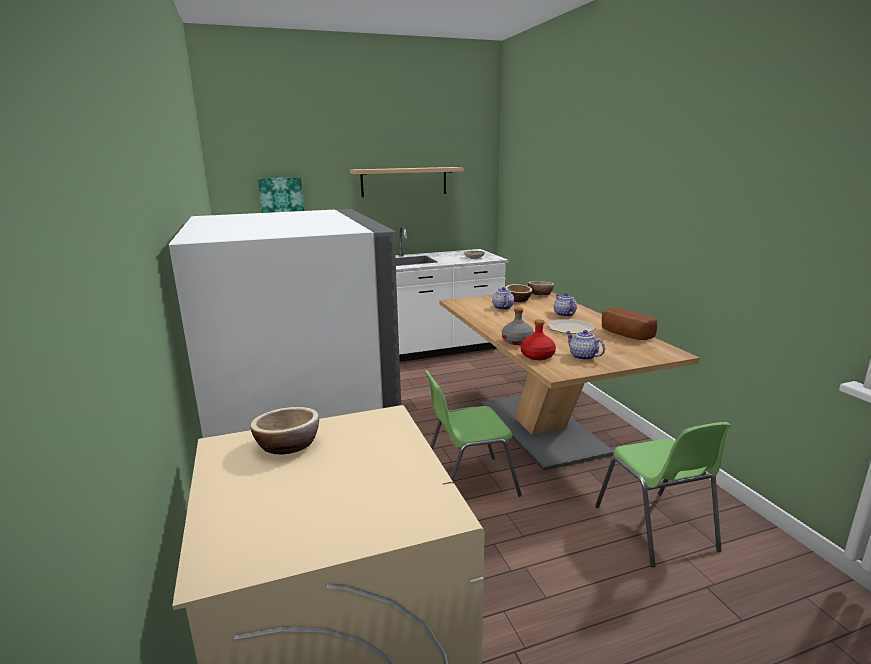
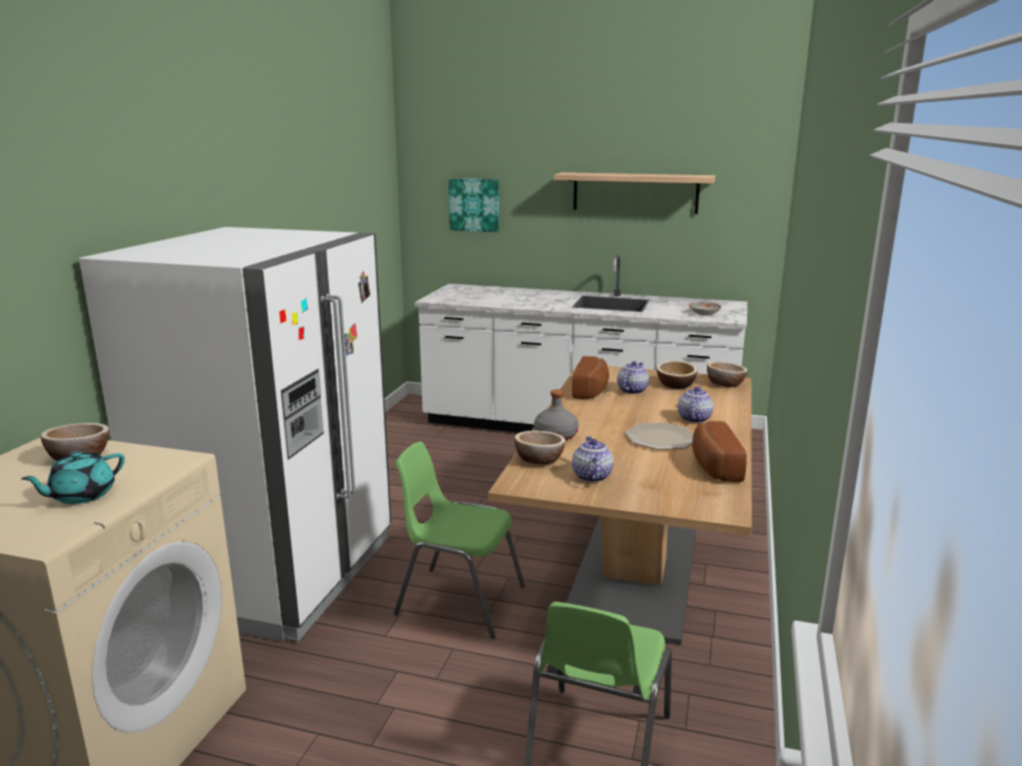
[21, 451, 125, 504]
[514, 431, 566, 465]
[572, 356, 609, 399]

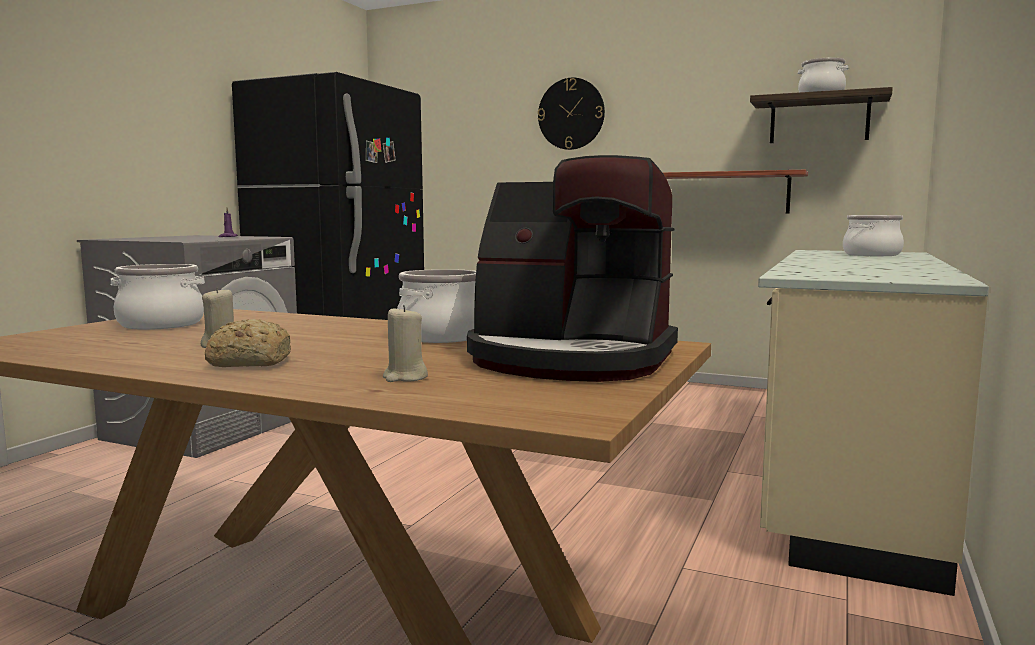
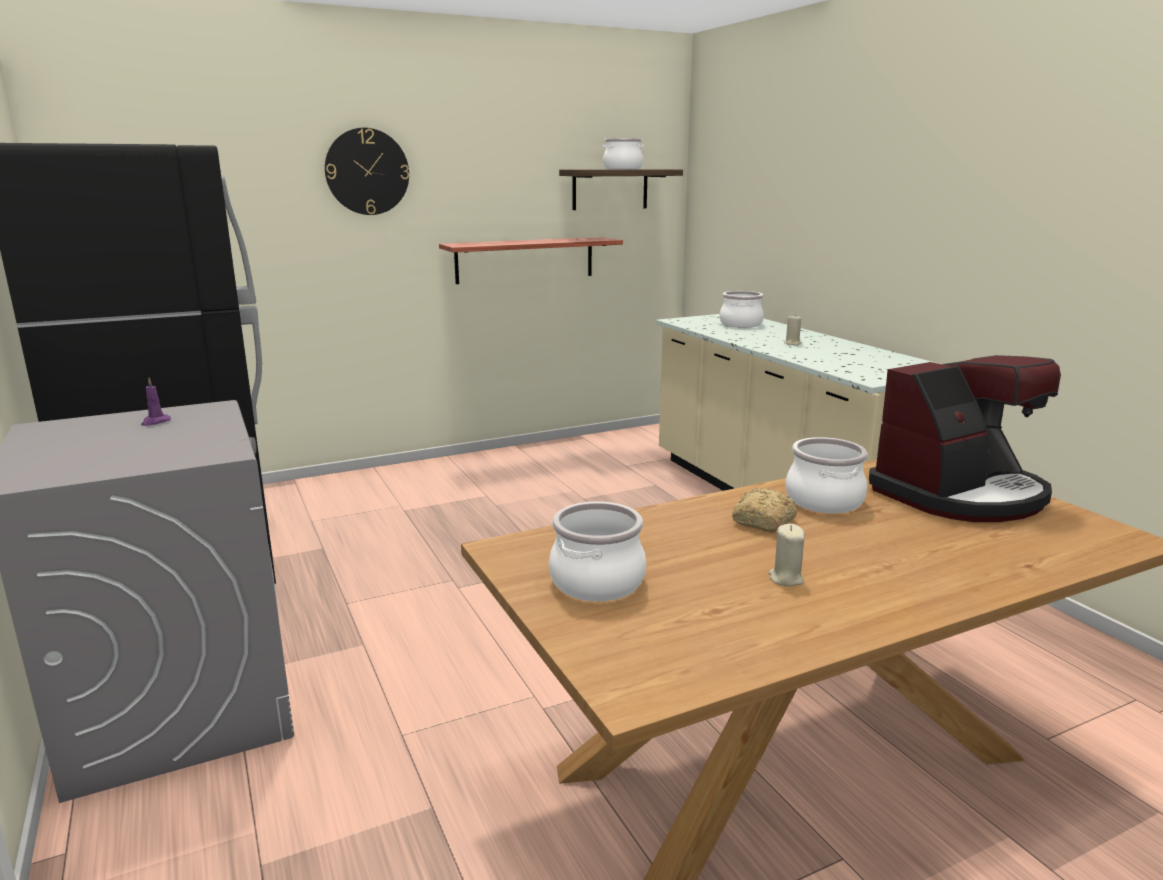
[732, 488, 797, 532]
[784, 314, 802, 346]

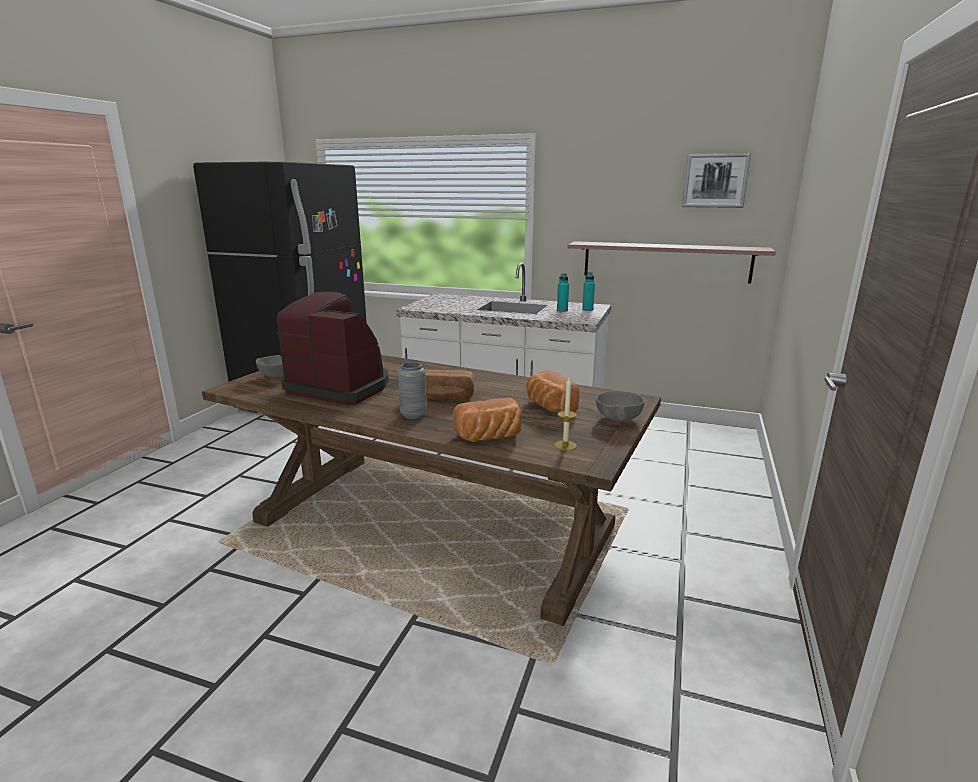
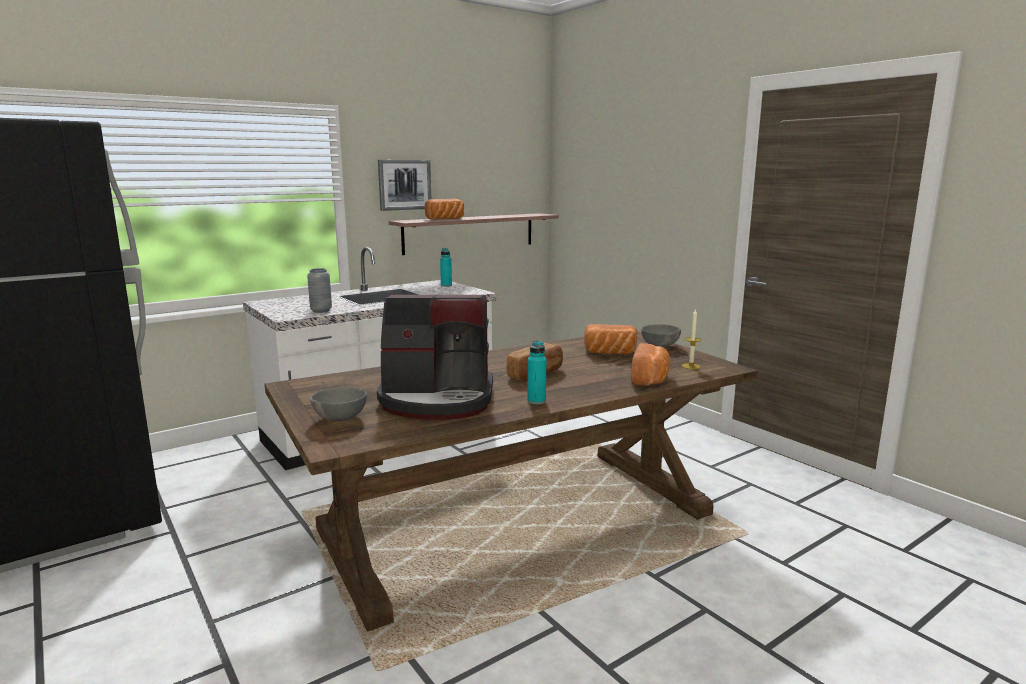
[307, 268, 332, 313]
[377, 294, 493, 420]
[378, 160, 431, 211]
[425, 199, 464, 219]
[527, 340, 546, 404]

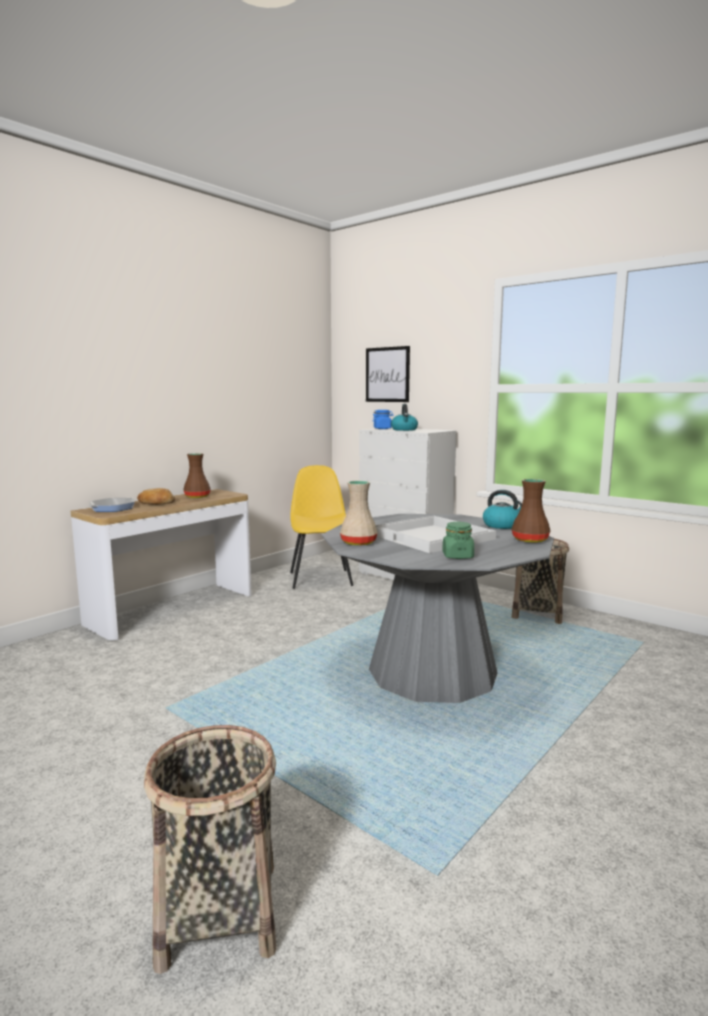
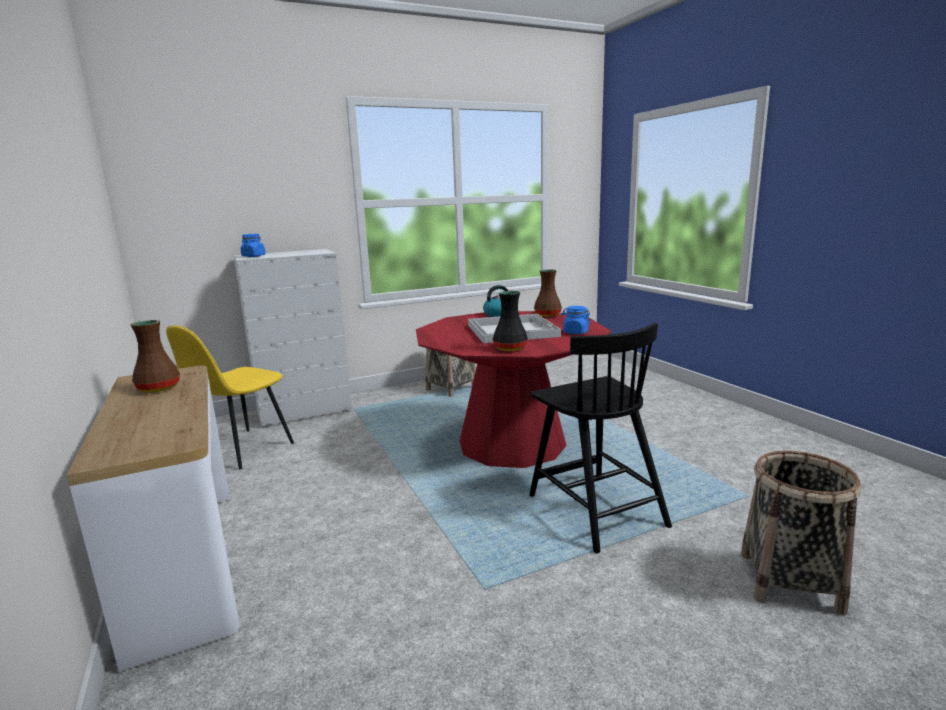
[166, 325, 294, 469]
[416, 311, 611, 468]
[493, 291, 528, 351]
[529, 323, 672, 554]
[562, 306, 591, 334]
[89, 498, 135, 512] (first image)
[137, 488, 175, 505] (first image)
[366, 346, 410, 402] (first image)
[391, 404, 418, 431] (first image)

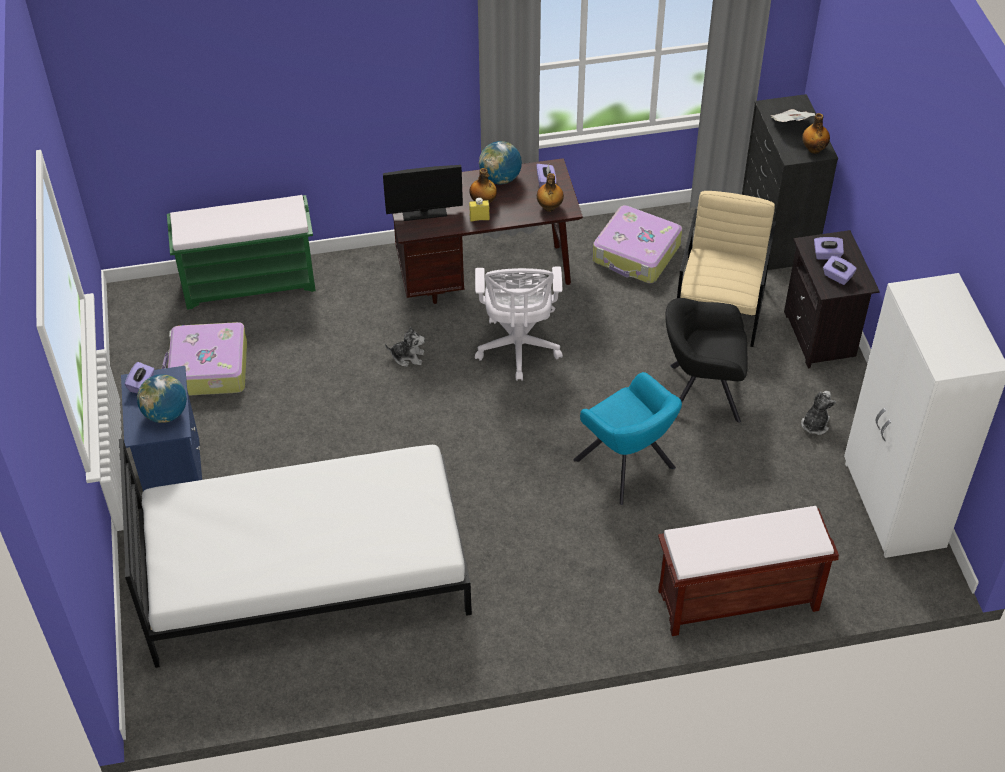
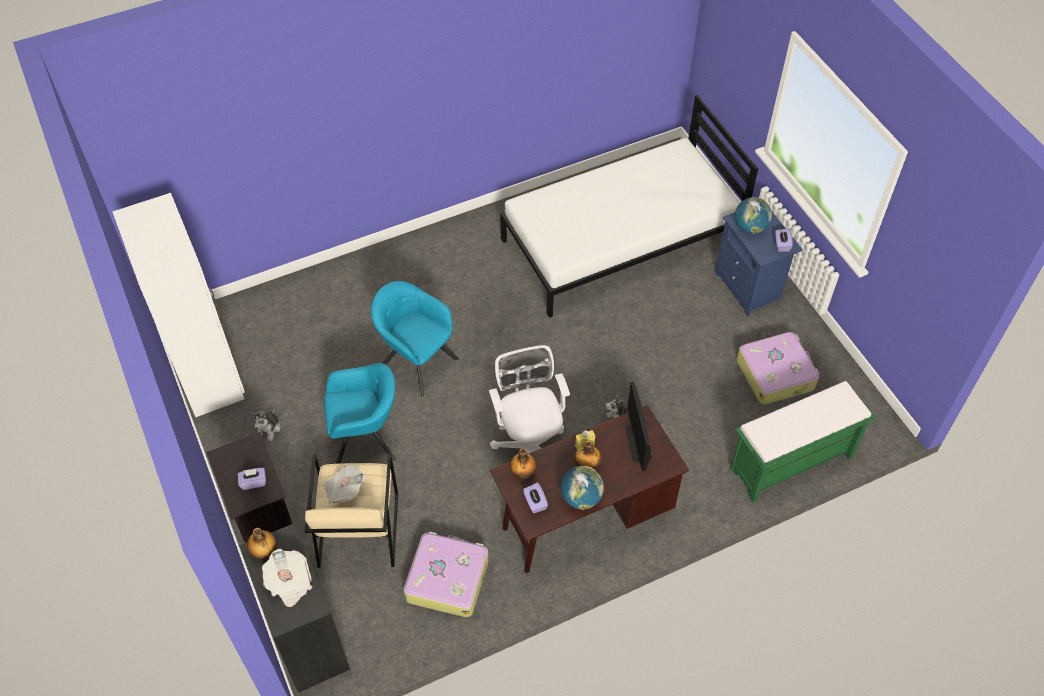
[323, 465, 365, 504]
[324, 363, 396, 464]
[625, 382, 652, 471]
[658, 506, 839, 636] (first image)
[823, 255, 857, 285] (first image)

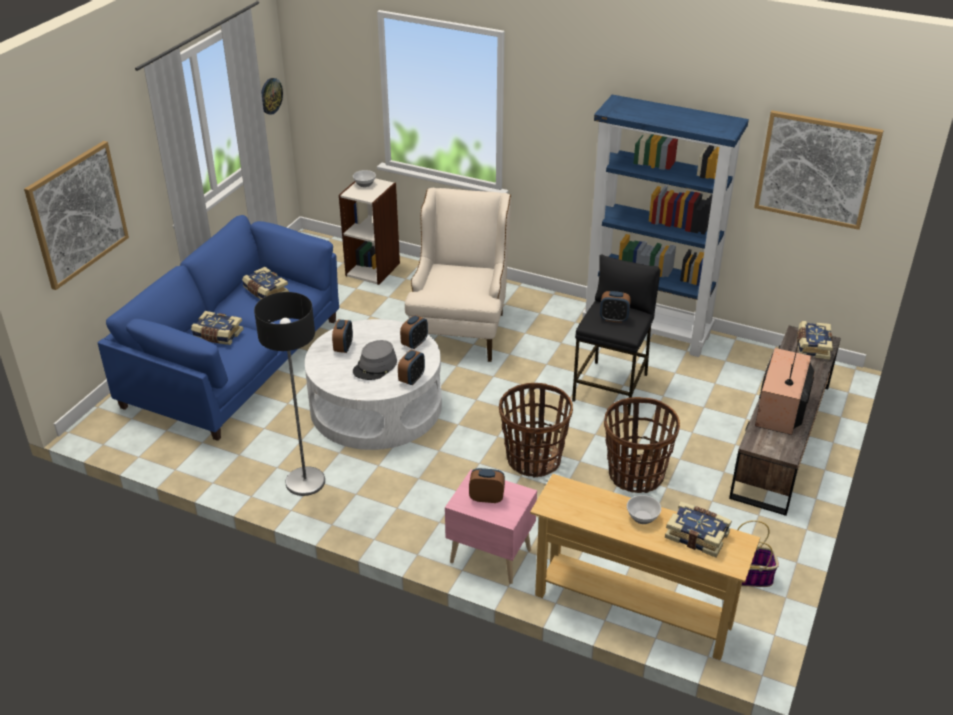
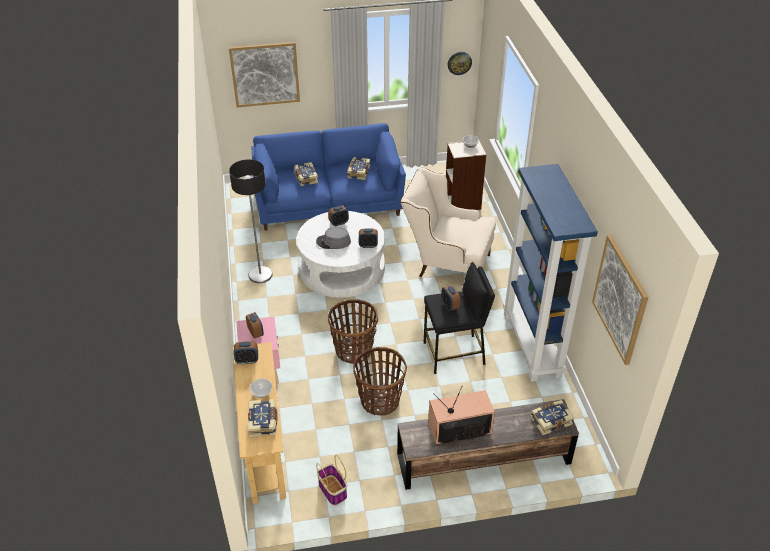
[234, 341, 258, 365]
[400, 168, 496, 277]

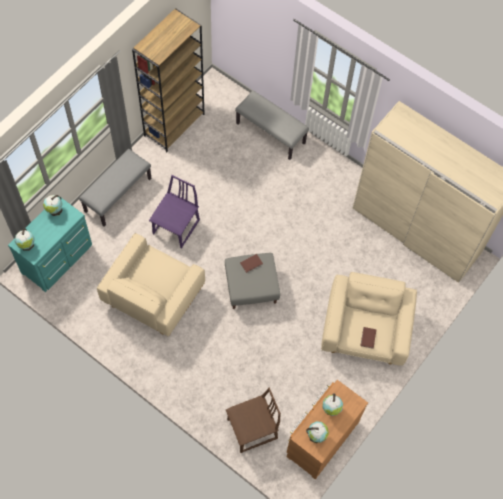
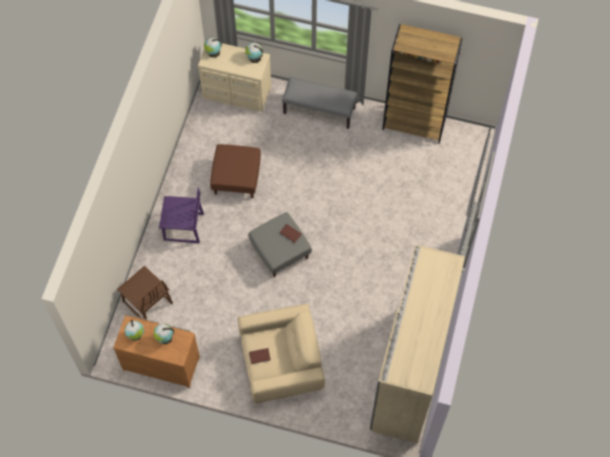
[159, 187, 204, 243]
[198, 43, 271, 112]
[210, 144, 261, 198]
[235, 90, 309, 160] (first image)

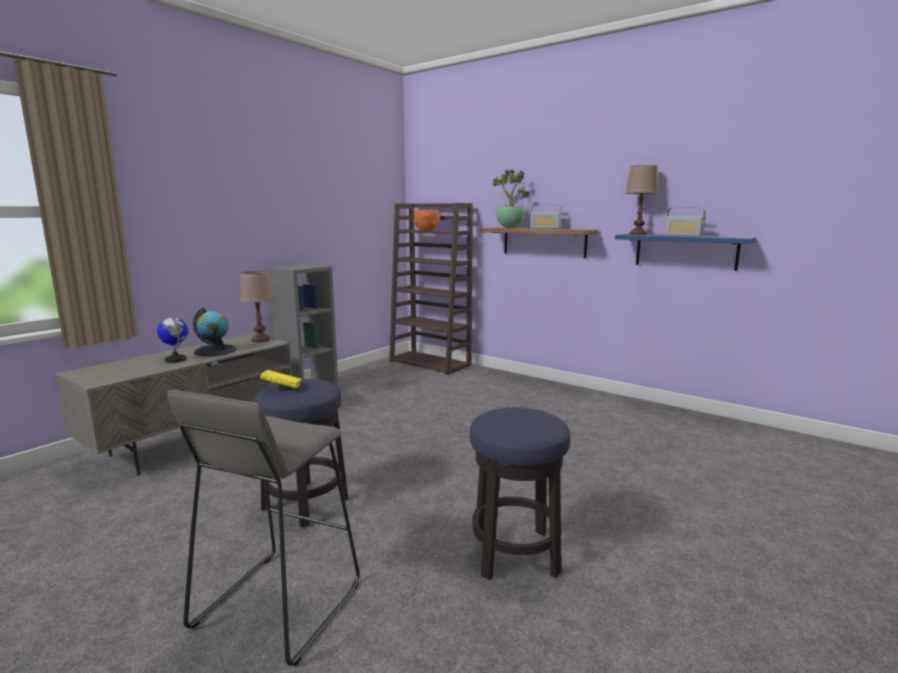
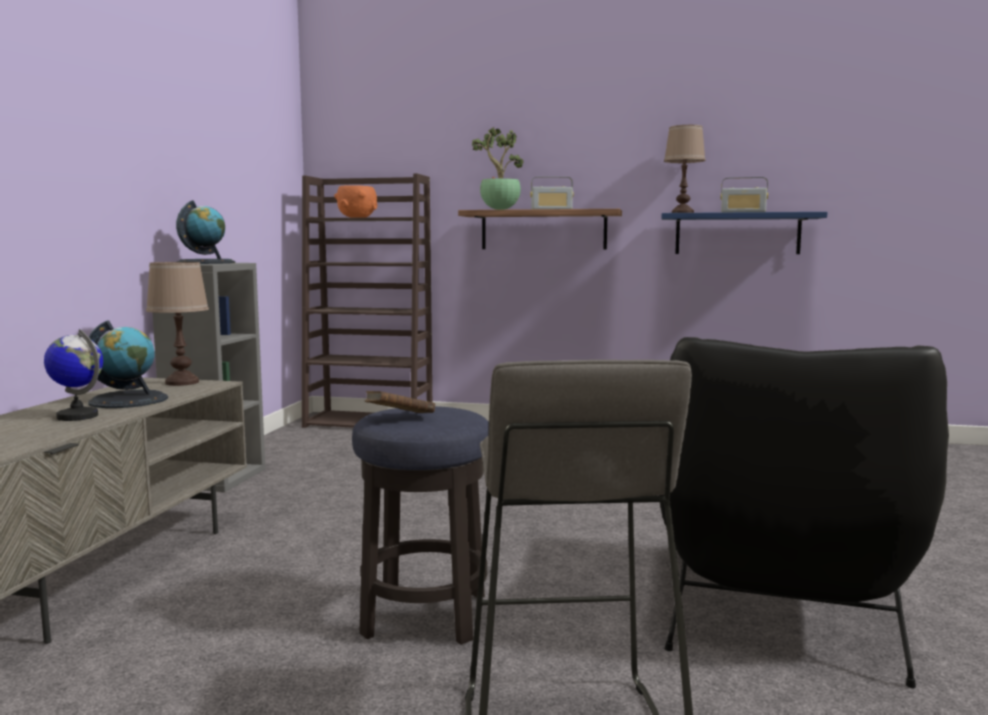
[176, 200, 235, 264]
[365, 391, 435, 413]
[659, 337, 949, 688]

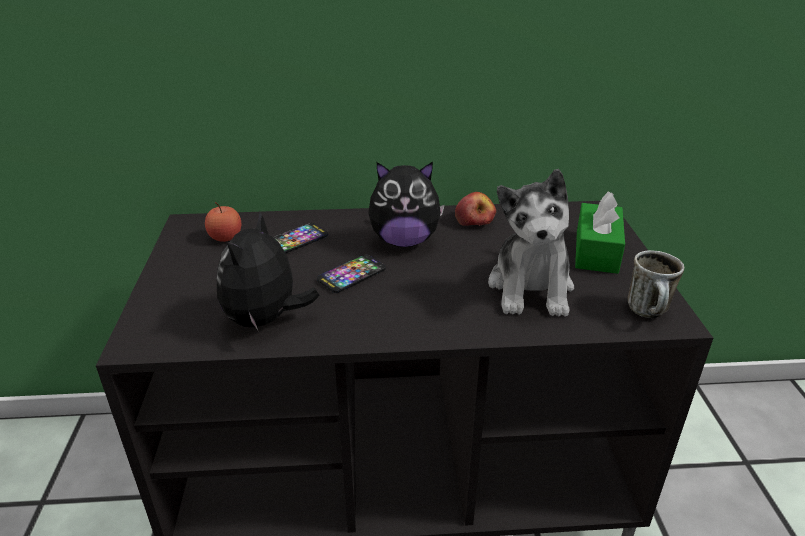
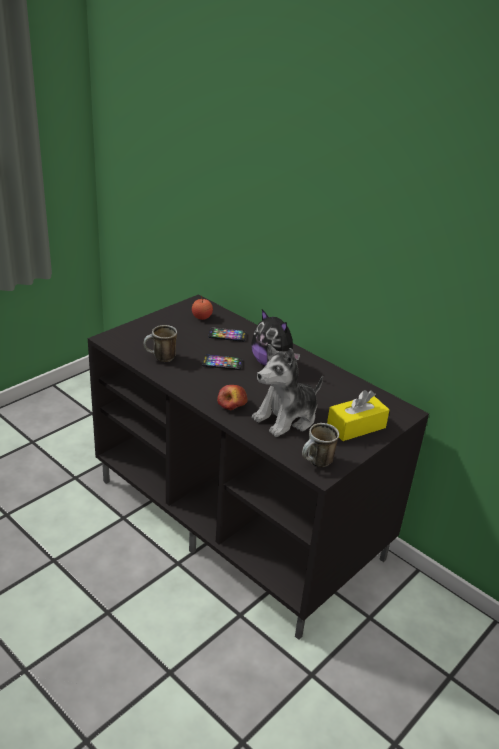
[144, 325, 177, 362]
[217, 385, 248, 410]
[327, 390, 390, 441]

